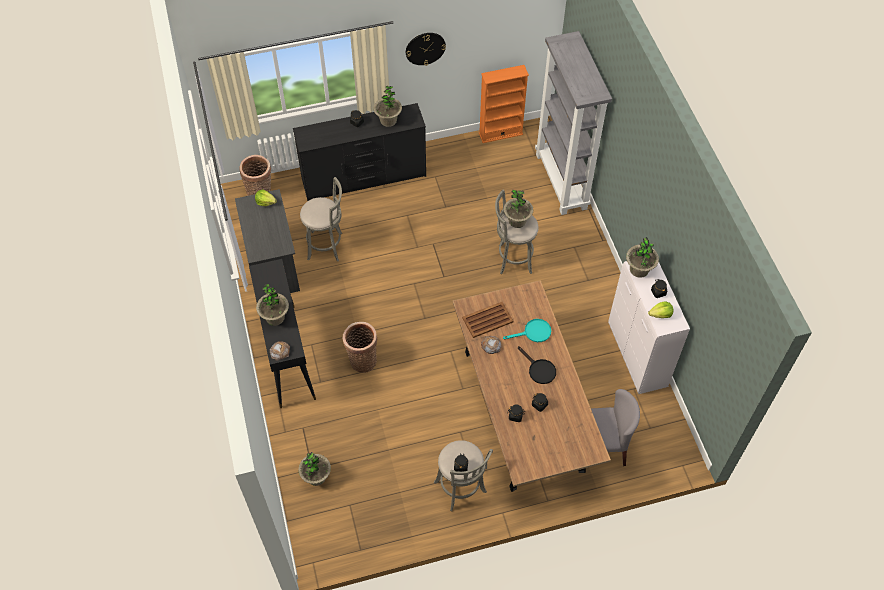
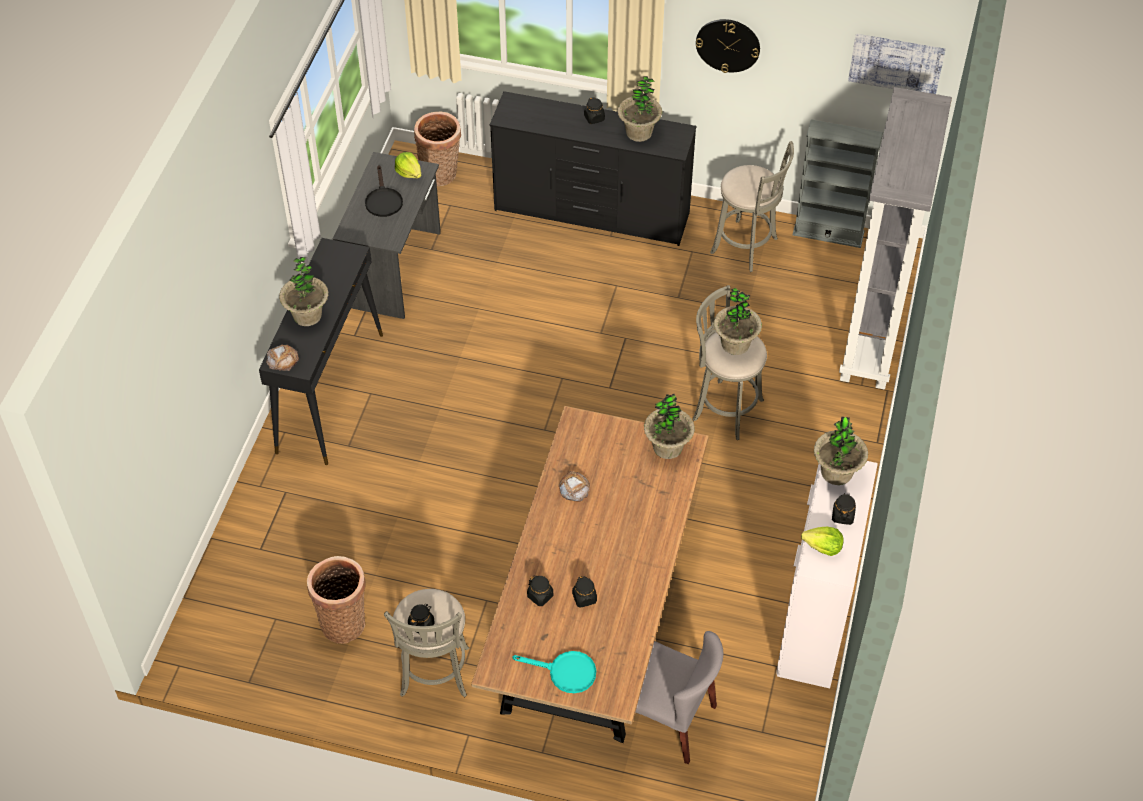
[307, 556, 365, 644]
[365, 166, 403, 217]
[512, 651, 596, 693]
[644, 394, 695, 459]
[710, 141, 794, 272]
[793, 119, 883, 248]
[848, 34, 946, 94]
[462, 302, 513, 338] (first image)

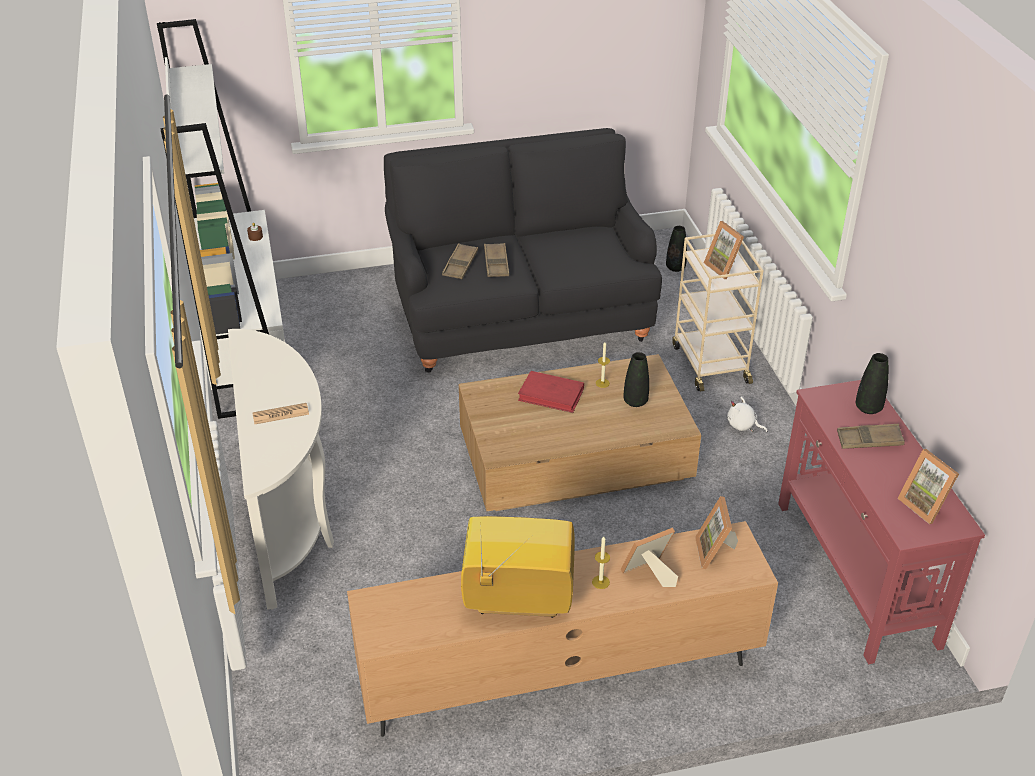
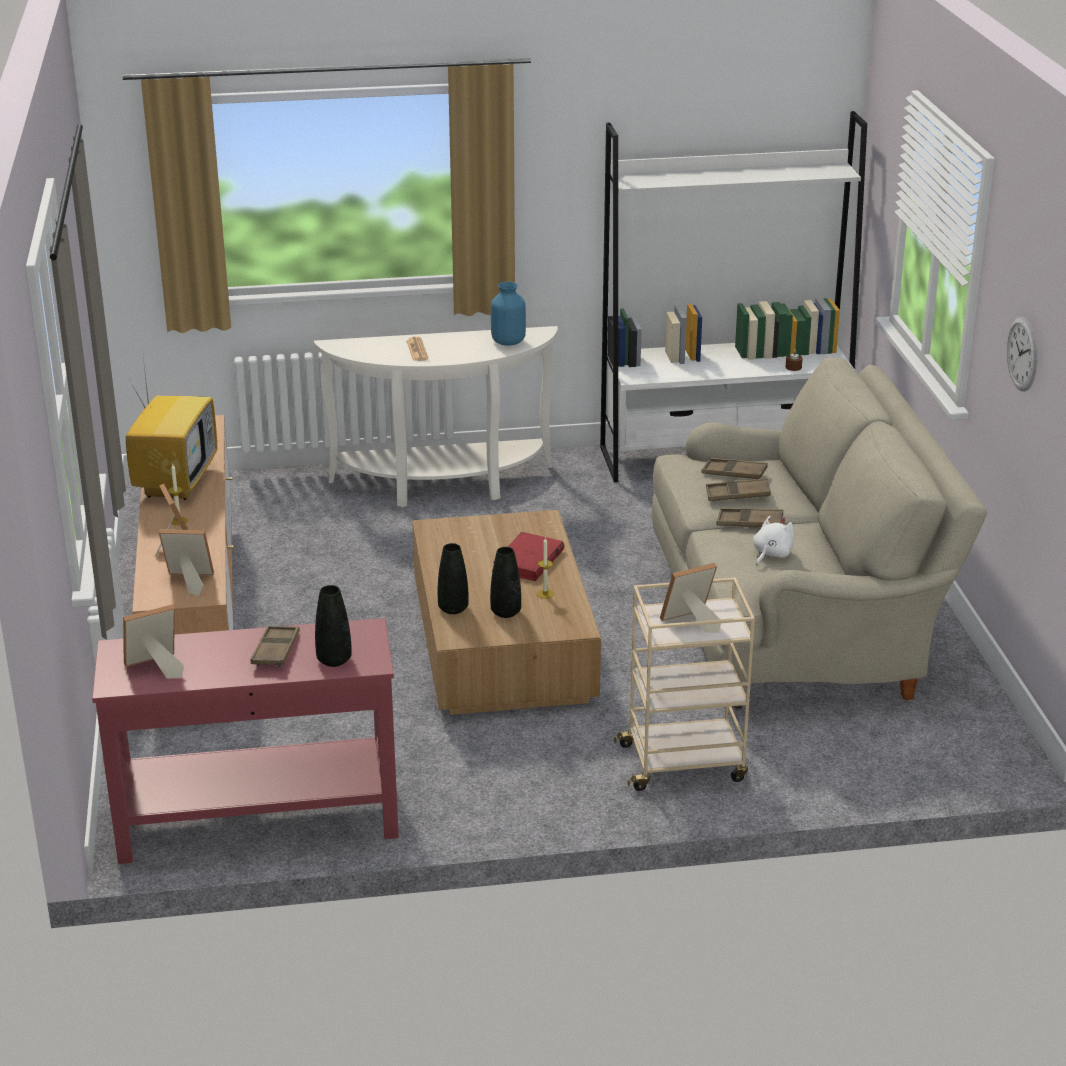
[438, 543, 469, 614]
[491, 282, 526, 346]
[652, 357, 987, 710]
[716, 508, 783, 527]
[753, 516, 794, 565]
[1006, 317, 1037, 391]

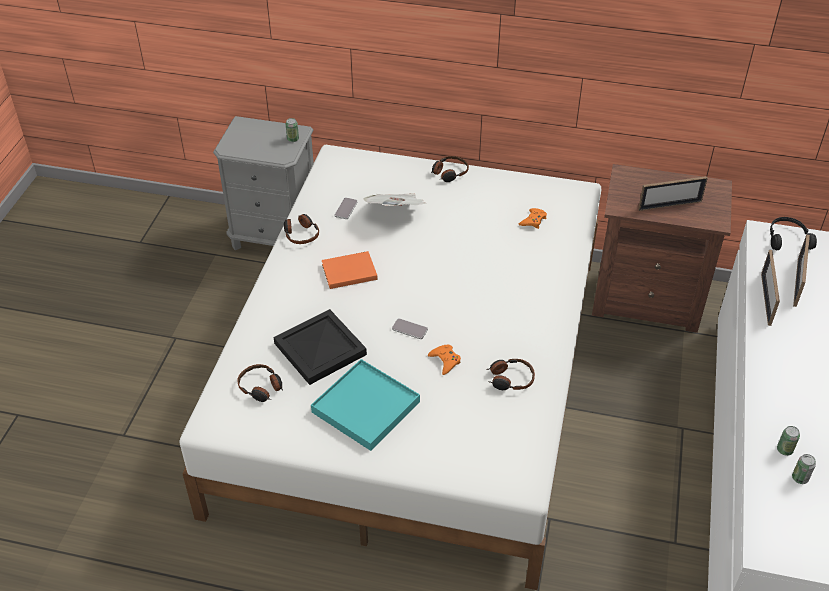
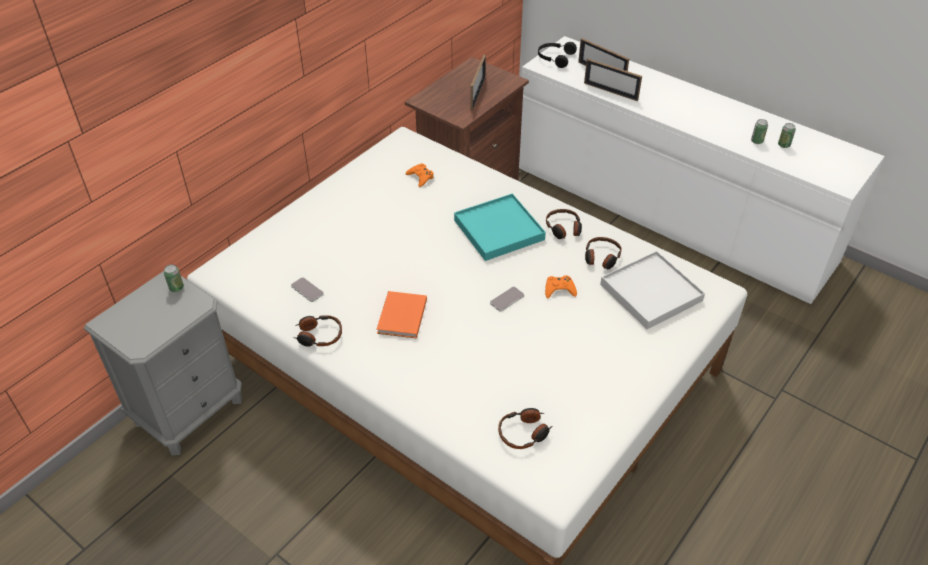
[454, 193, 546, 261]
[546, 209, 582, 239]
[600, 251, 705, 329]
[274, 309, 367, 385] (first image)
[364, 193, 427, 206] (first image)

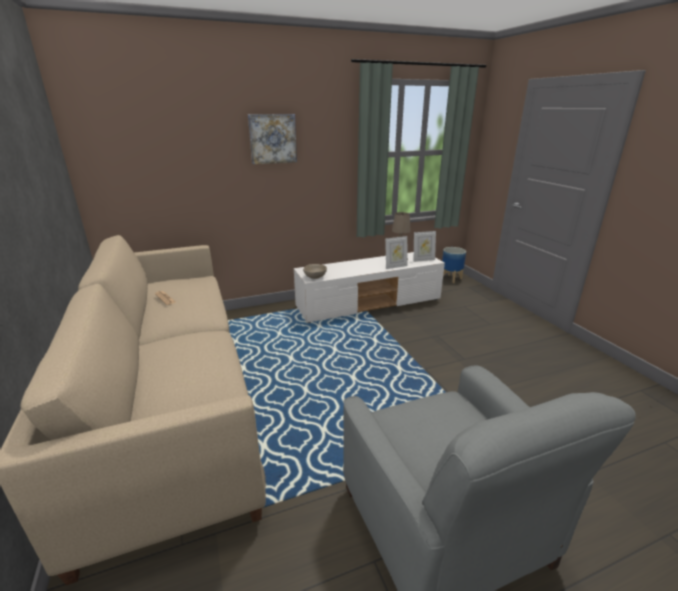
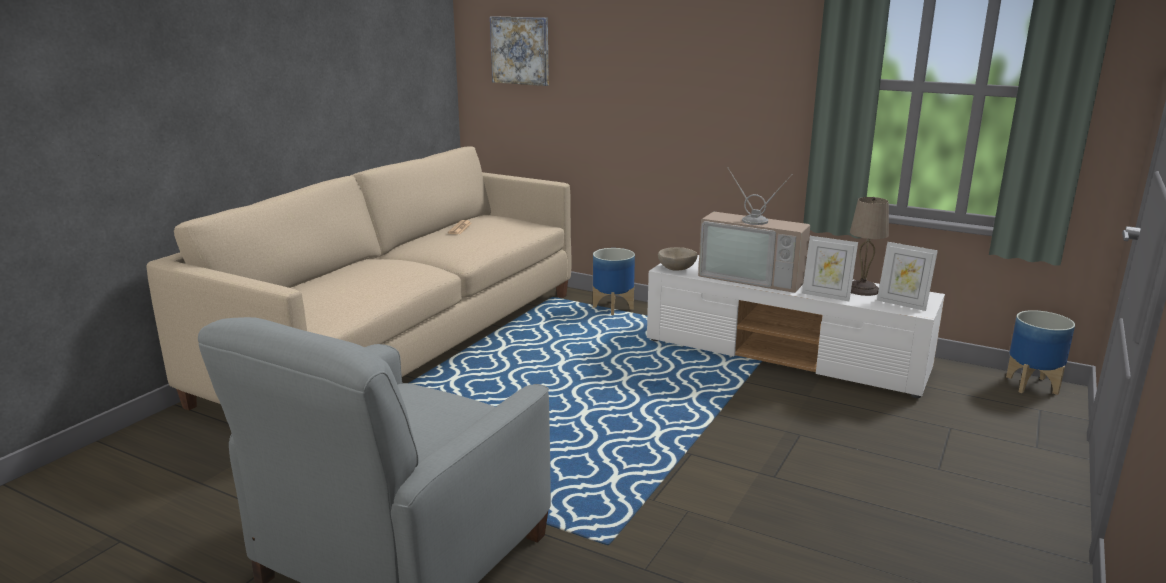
[490, 16, 549, 86]
[593, 248, 635, 315]
[698, 167, 810, 293]

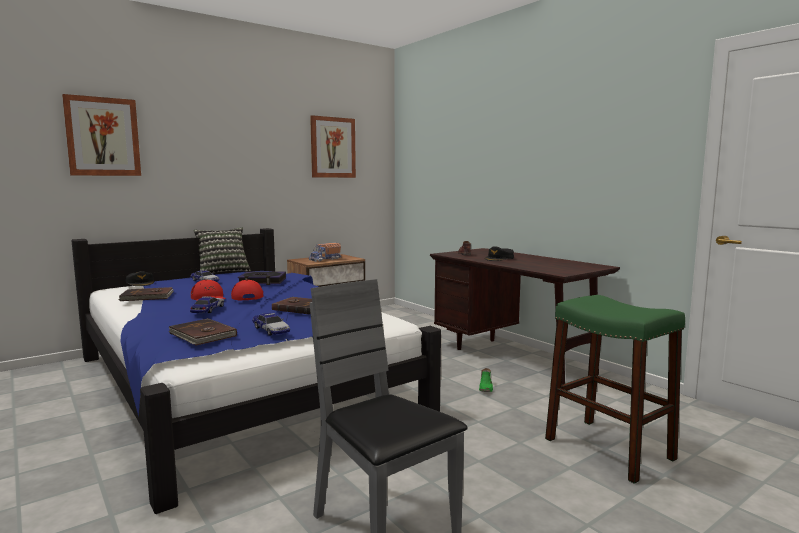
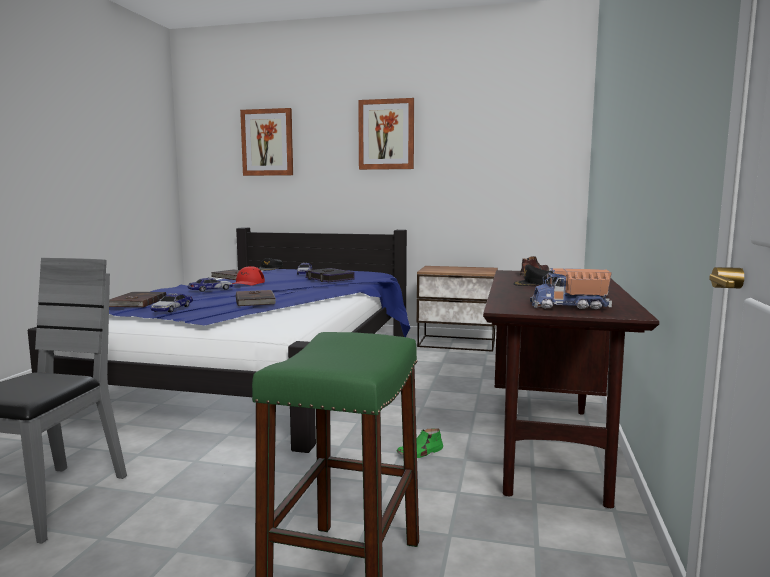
[358, 98, 414, 170]
[530, 268, 612, 309]
[194, 227, 251, 273] (first image)
[231, 280, 263, 301] (first image)

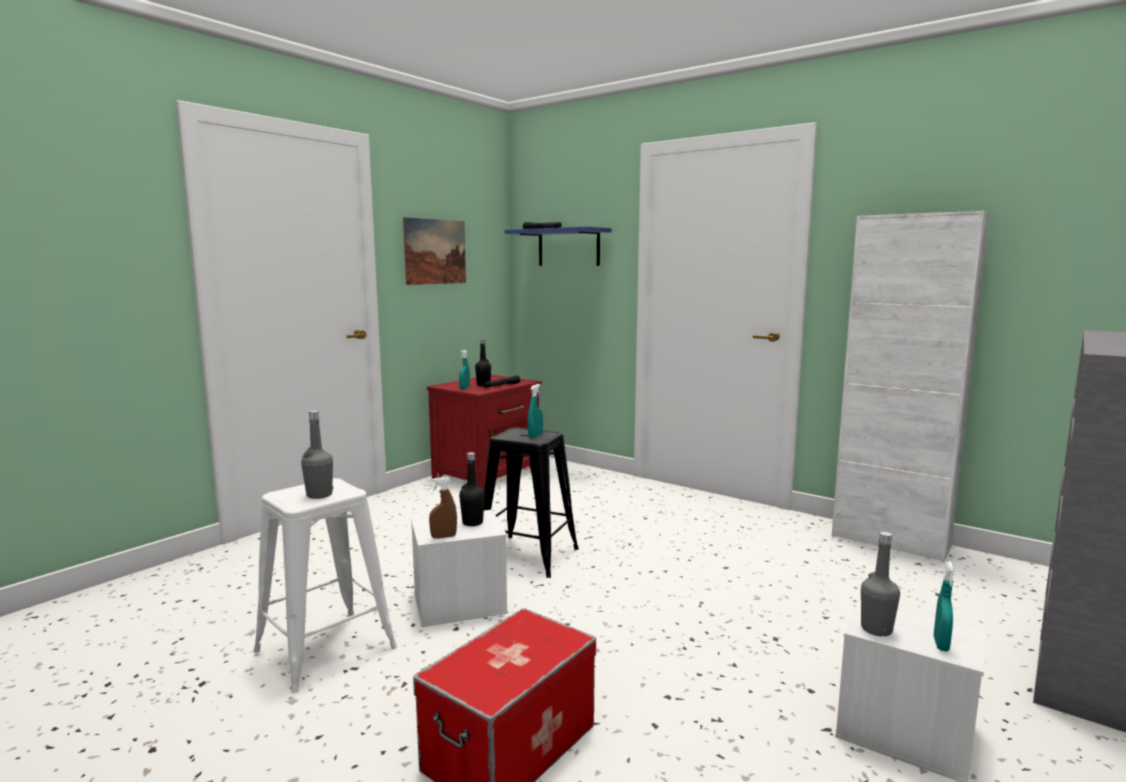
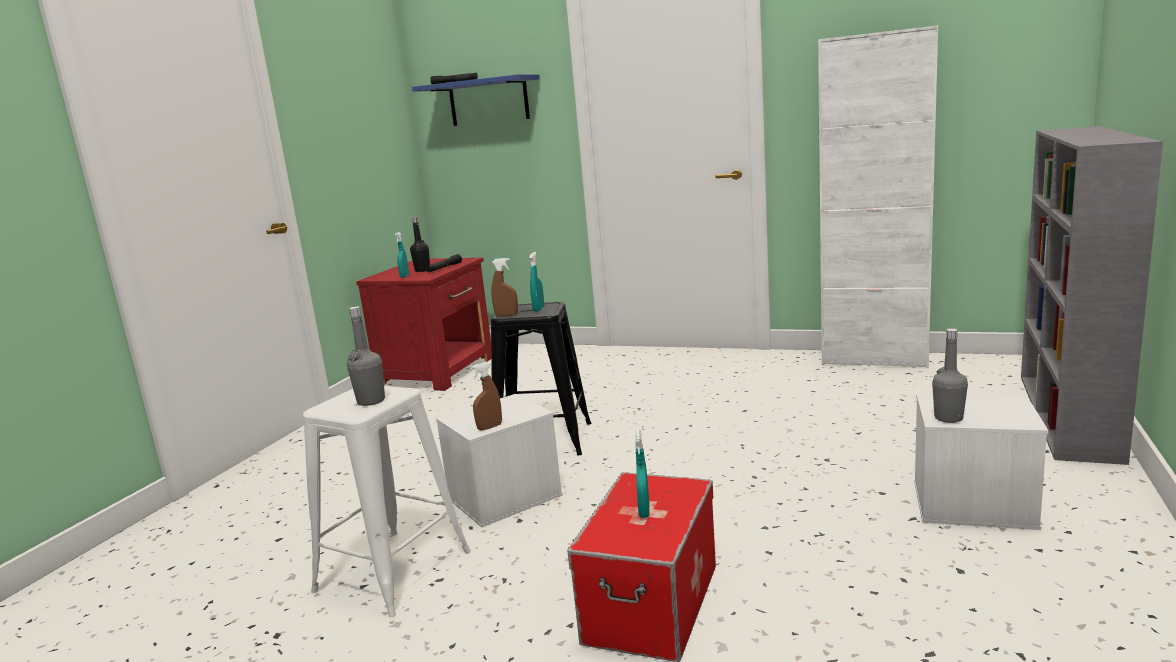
[491, 258, 518, 316]
[635, 430, 650, 518]
[403, 217, 466, 285] (first image)
[459, 452, 485, 526] (first image)

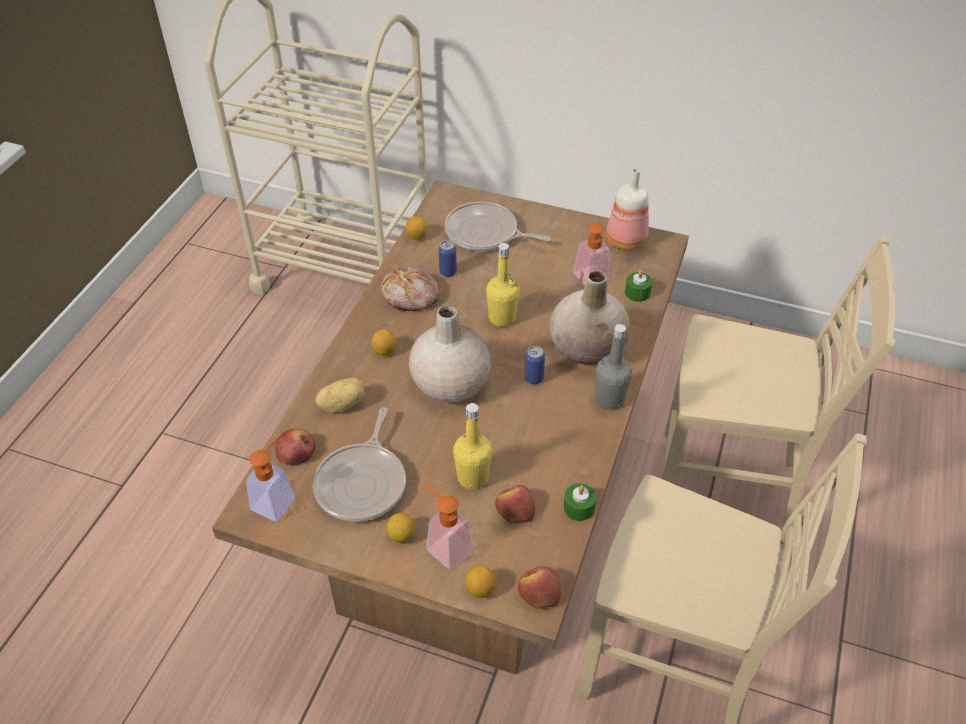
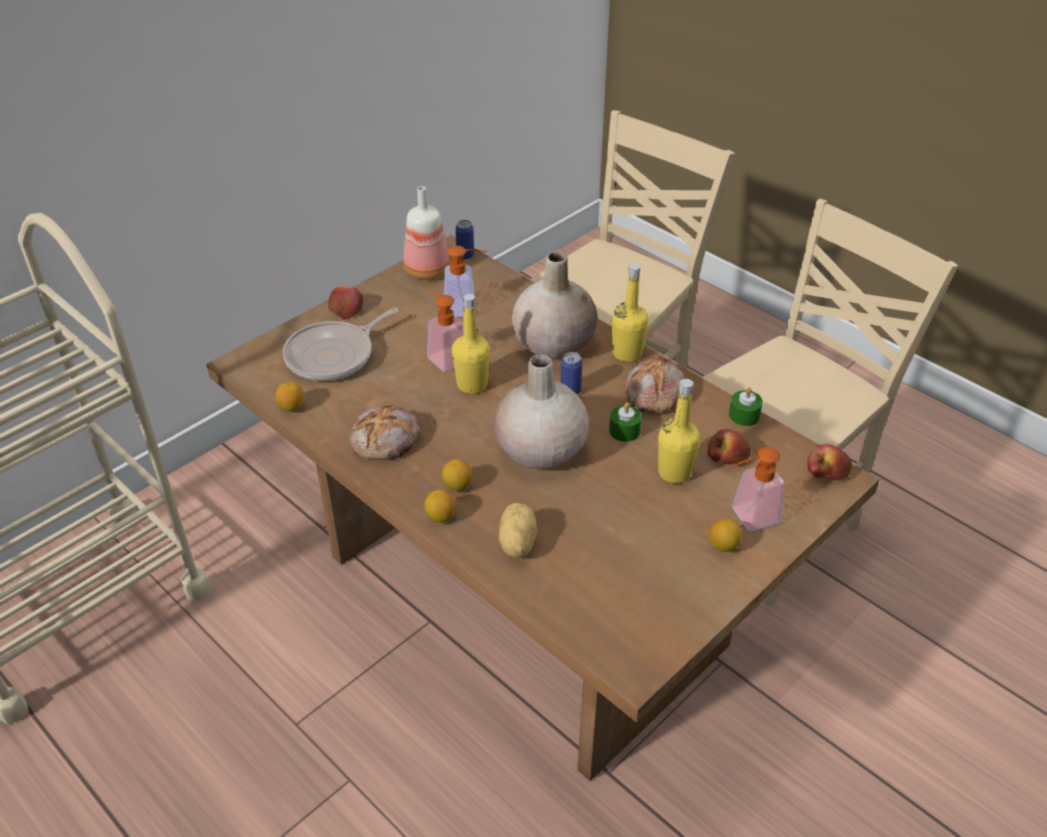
[328, 285, 363, 320]
[424, 490, 456, 523]
[426, 286, 464, 372]
[455, 220, 474, 260]
[609, 403, 642, 442]
[612, 263, 649, 362]
[625, 356, 685, 413]
[313, 407, 406, 522] (first image)

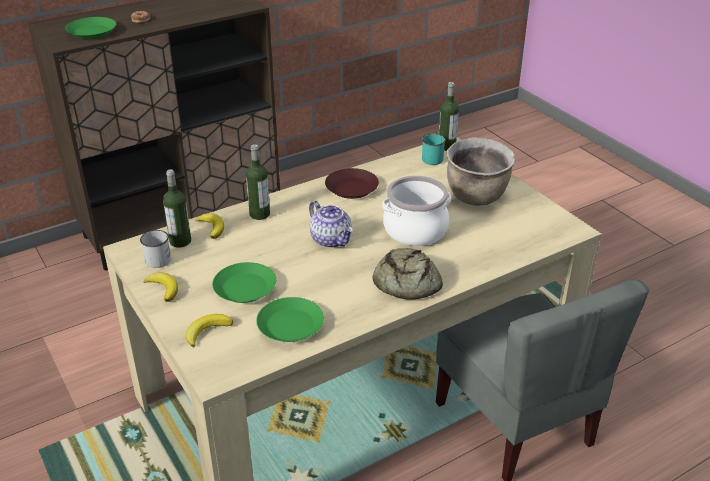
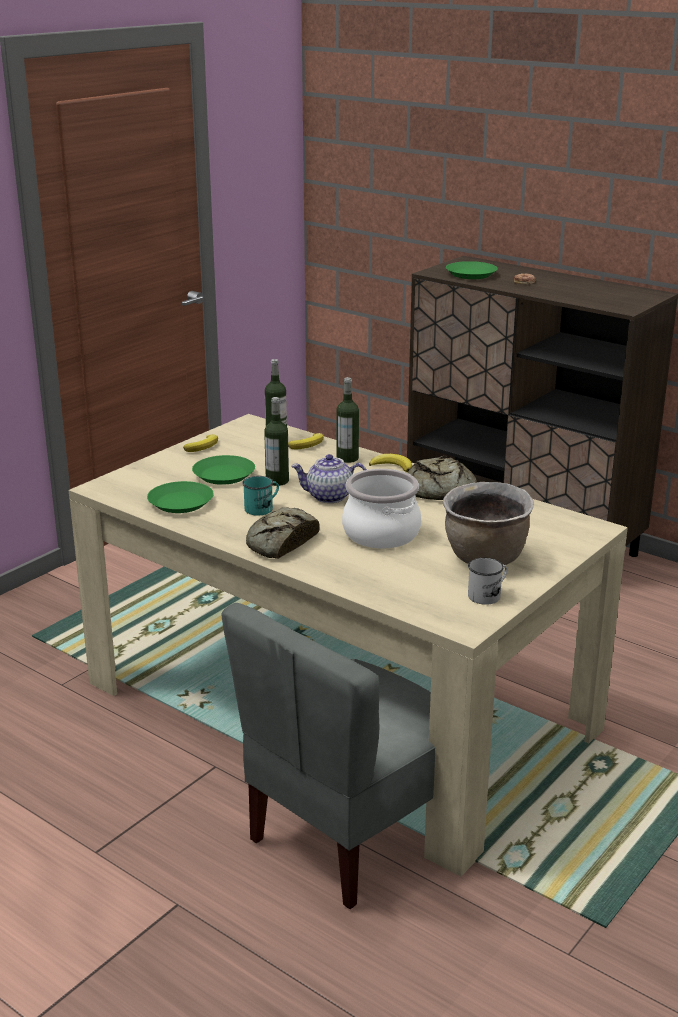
[242, 476, 279, 516]
[264, 397, 289, 486]
[291, 454, 367, 503]
[369, 454, 412, 472]
[408, 456, 477, 500]
[468, 558, 507, 605]

